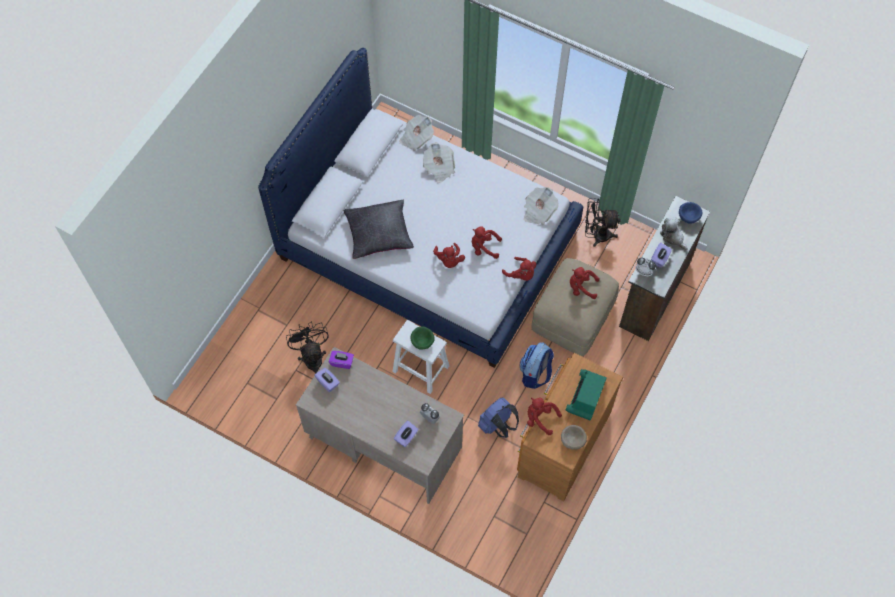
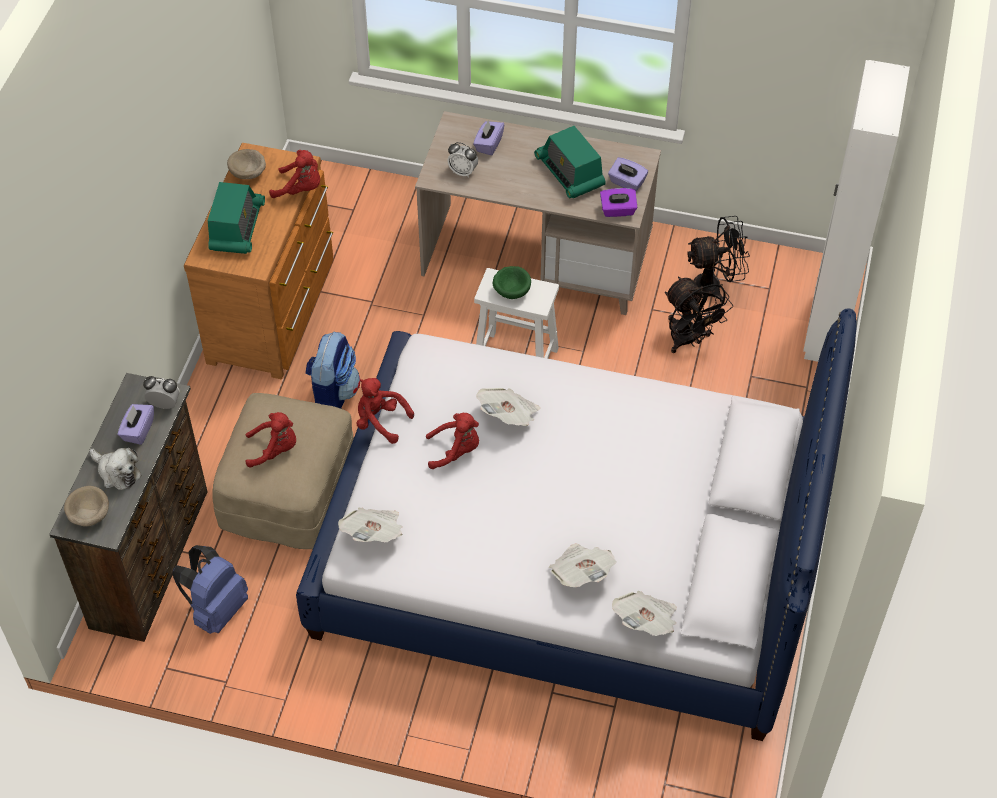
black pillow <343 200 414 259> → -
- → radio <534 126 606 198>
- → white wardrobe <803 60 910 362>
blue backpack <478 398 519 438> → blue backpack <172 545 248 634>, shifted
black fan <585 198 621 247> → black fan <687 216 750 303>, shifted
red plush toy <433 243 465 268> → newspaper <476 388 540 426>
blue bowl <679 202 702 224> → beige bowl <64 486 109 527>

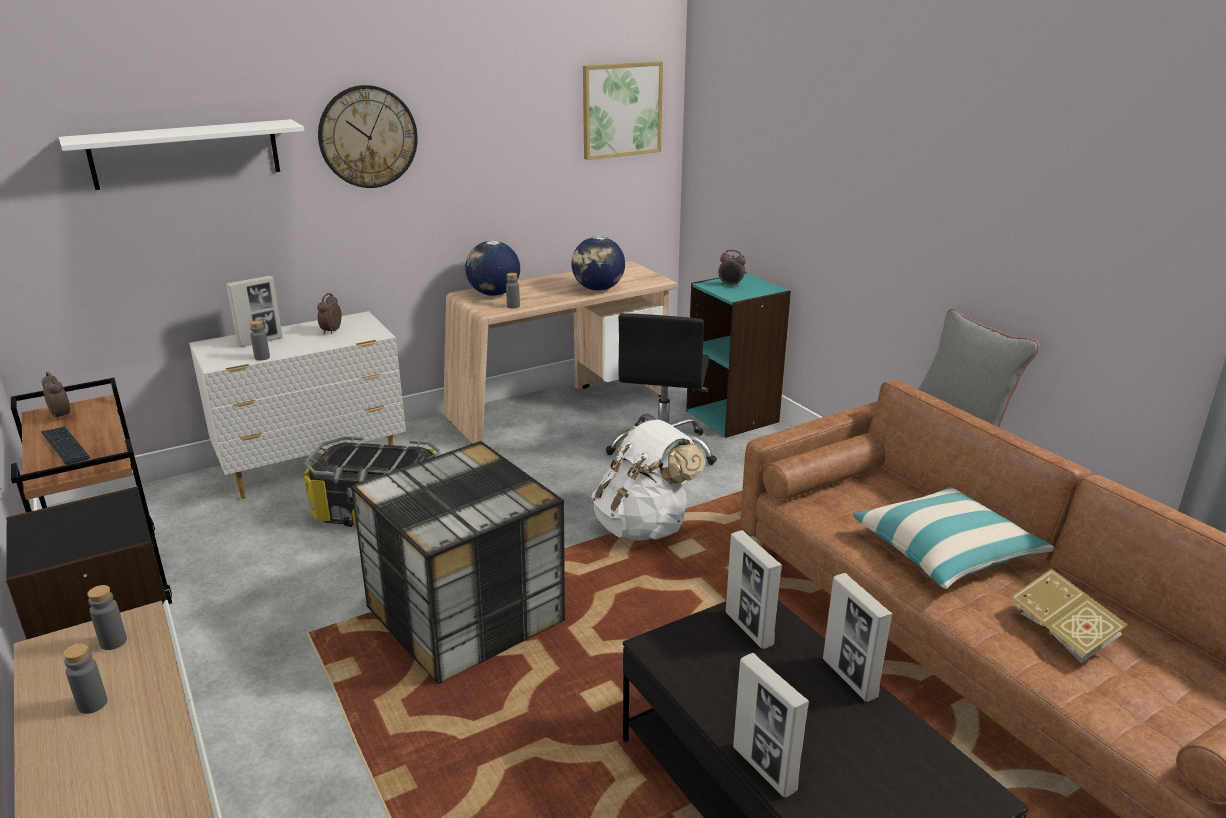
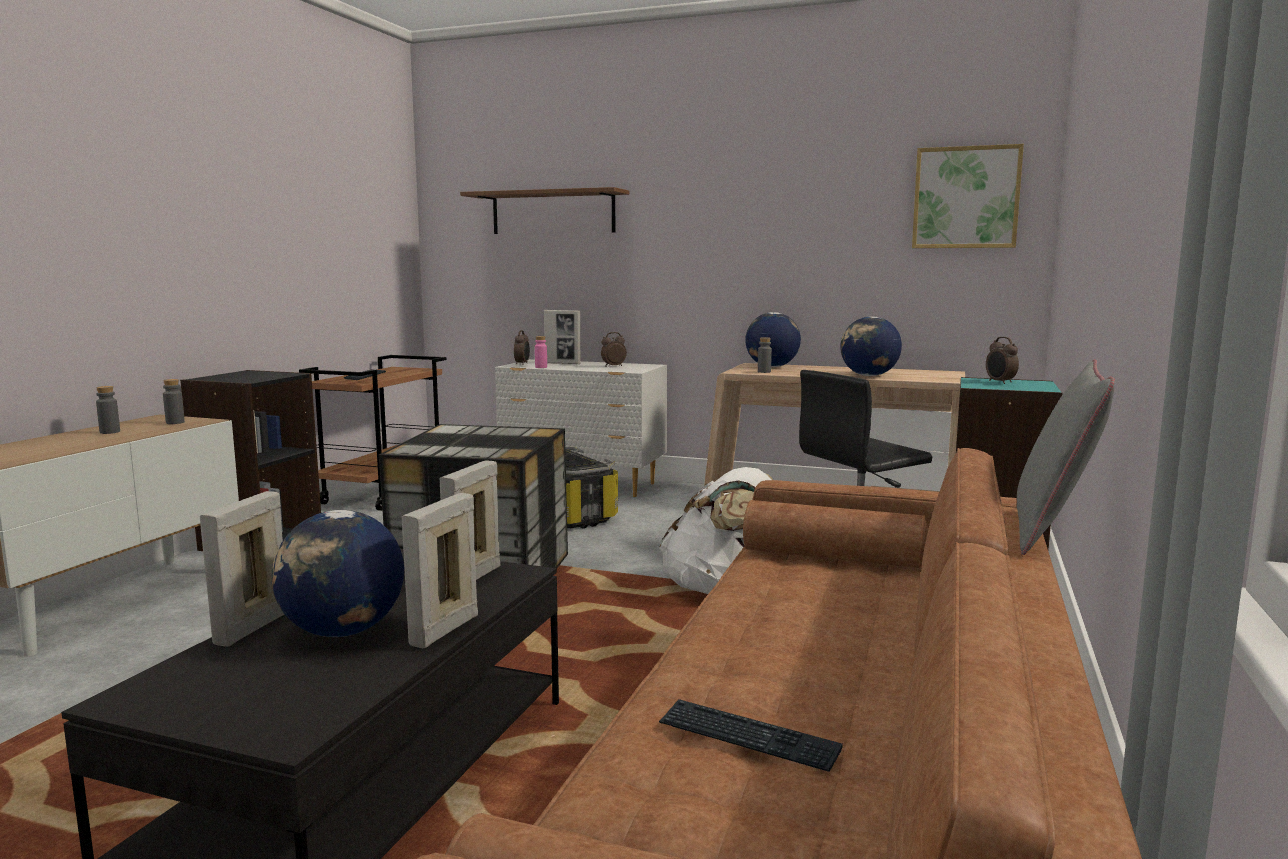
wall clock <318 85 418 188> → -
pillow <853 487 1054 589> → -
- → globe <271 510 404 637>
alarm clock <42 372 70 420> → alarm clock <514 330 530 365>, shifted
book <1010 569 1128 663> → keyboard <659 699 843 772>
white shelf <59 119 304 190> → brown shelf <460 187 629 234>
grey bottle <250 320 270 361> → pink bottle <535 336 547 368>

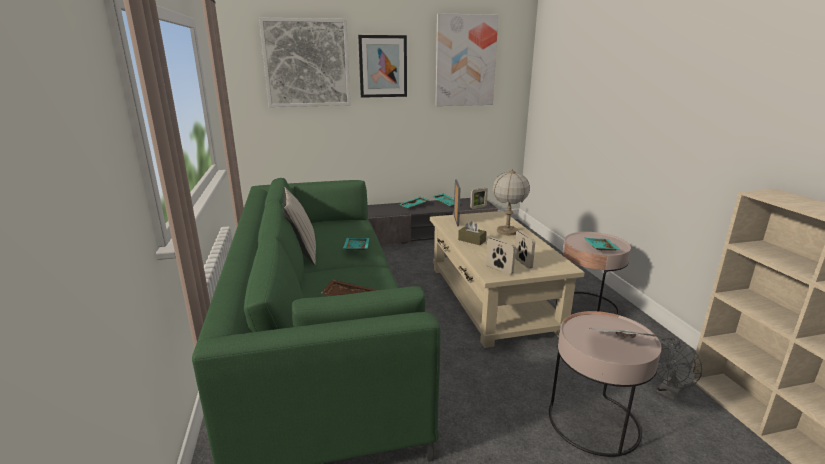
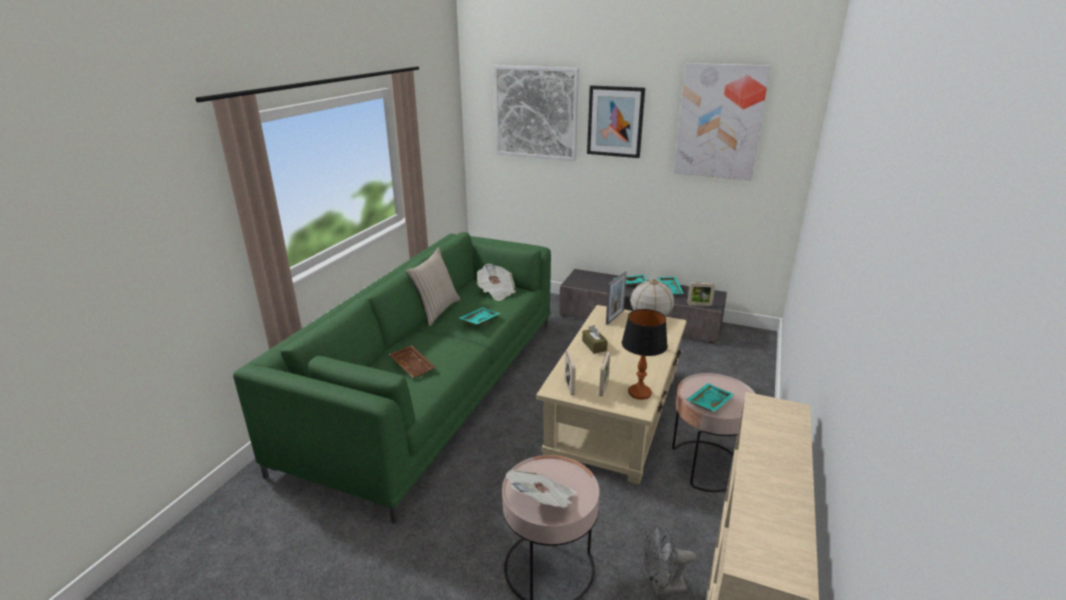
- → newspaper <477 264 516 301>
- → table lamp <622 309 668 400>

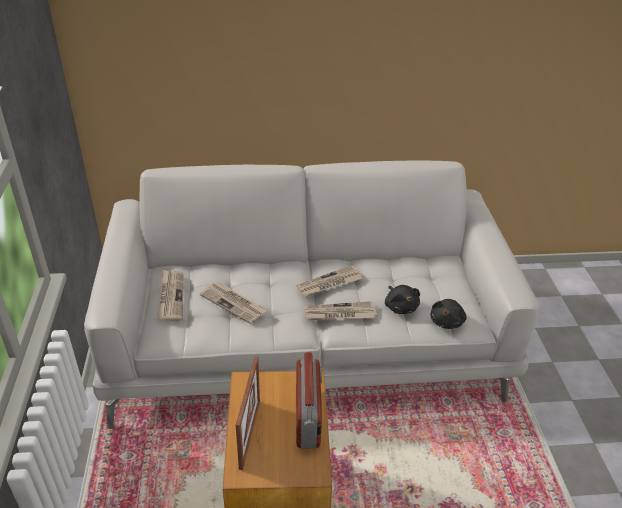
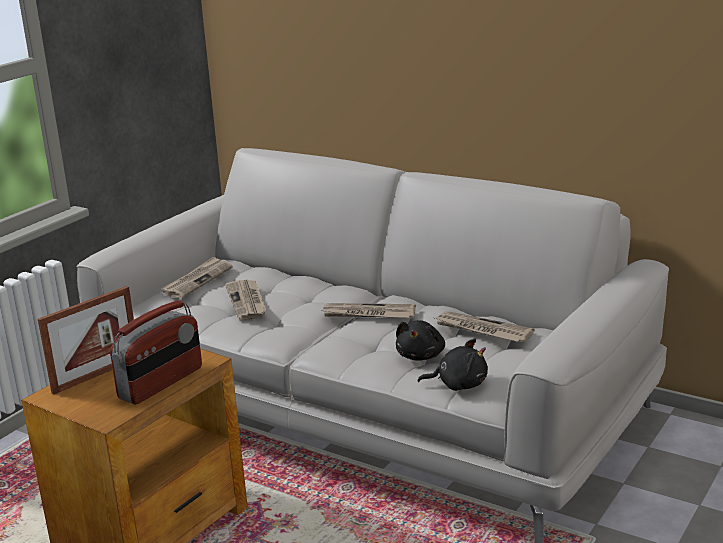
newspaper <305 301 377 320> → newspaper <435 311 535 342>, shifted
black plush toy <431 299 467 329> → black plush toy <418 339 488 391>, 150 degrees counterclockwise

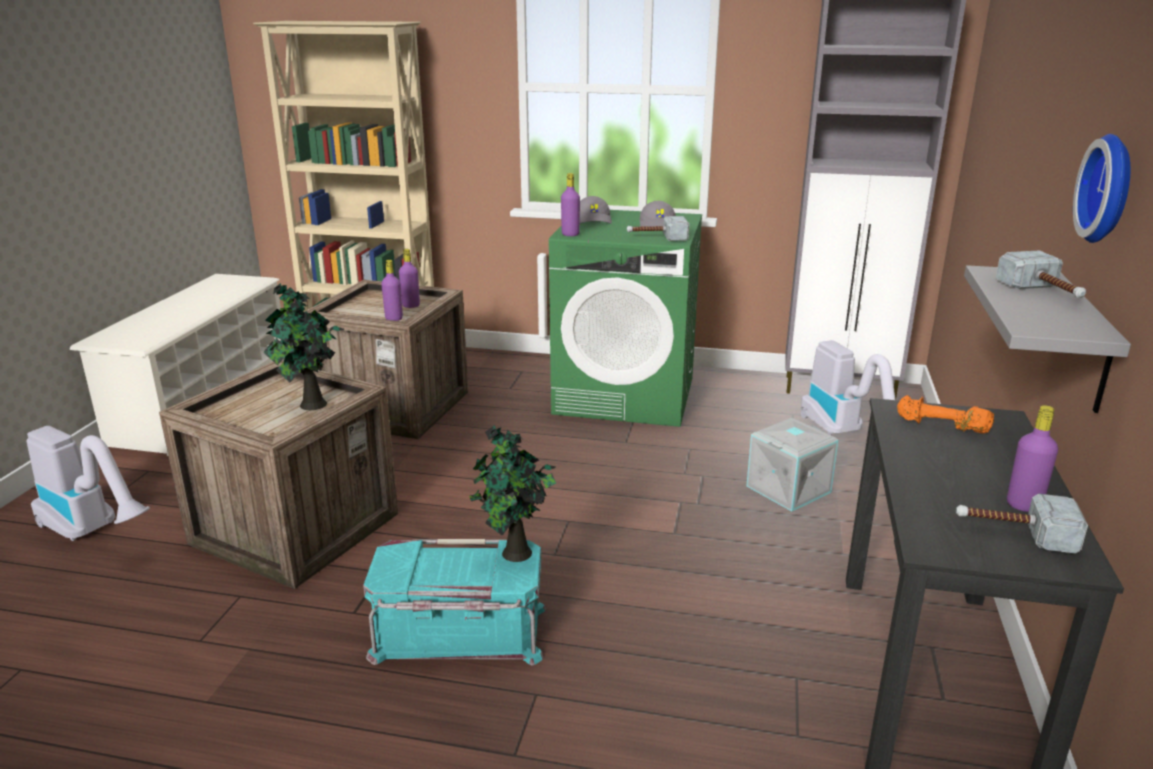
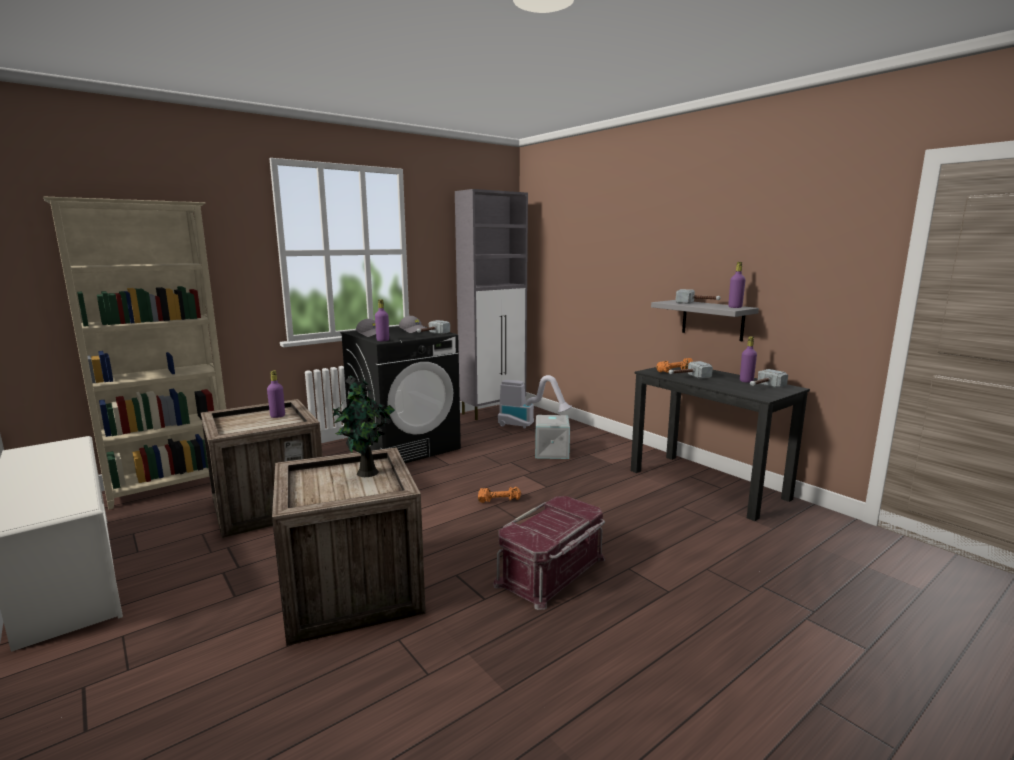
vacuum cleaner <26 426 150 541> → -
potted plant <469 425 556 562> → -
wall clock <1073 134 1130 243> → -
- → orange dumbbell <478 487 521 503>
- → hammer <669 361 713 379>
purple bottle <381 260 403 321> → purple bottle <728 262 746 308>, shifted
turquoise storage box <363 539 546 665> → red storage box <493 496 605 610>
green washing machine <549 210 702 427> → black washing machine <340 326 461 463>

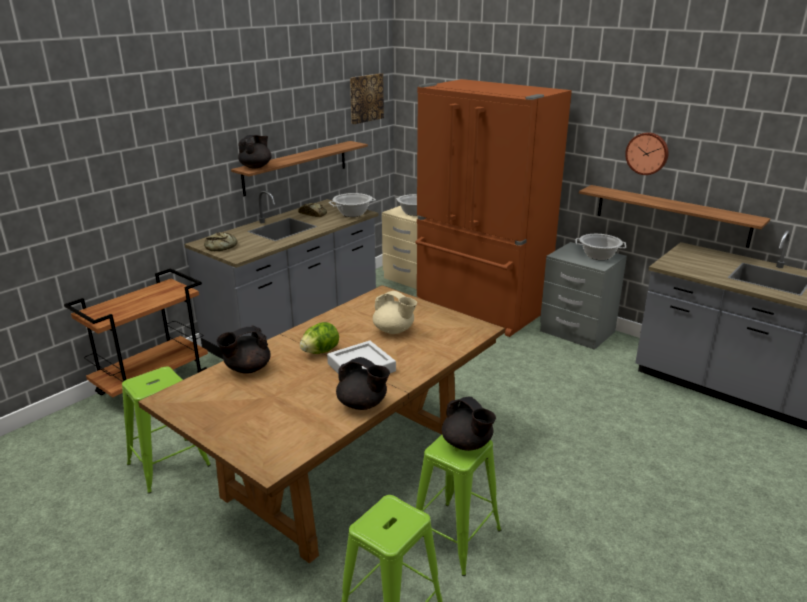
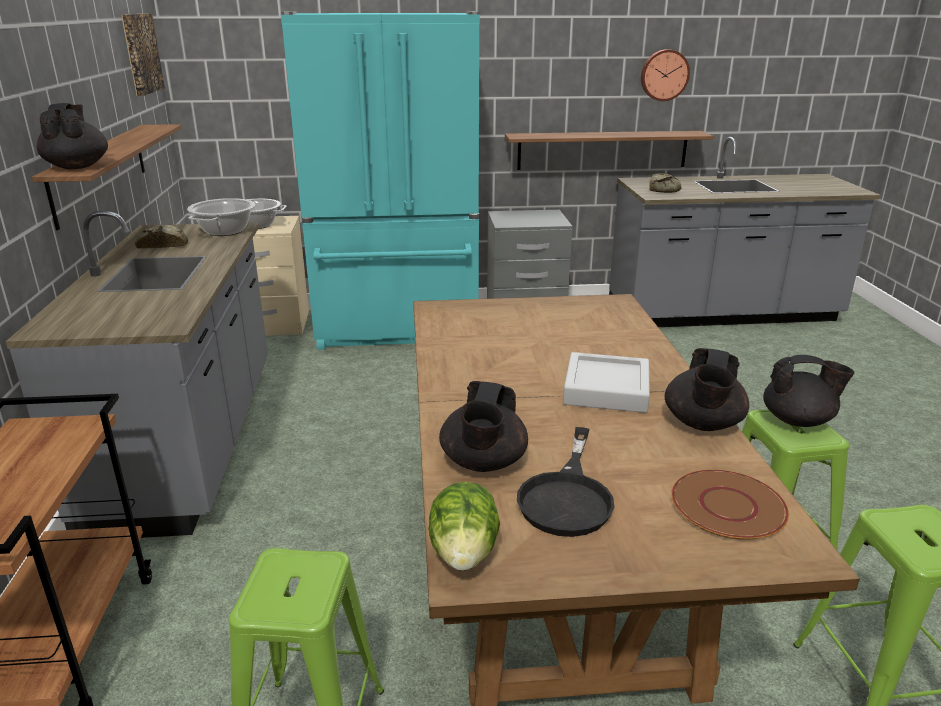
beige teapot <373 291 417 334> → -
cooking pot <575 234 626 260> → -
- → black frying pan <517 427 614 537>
- → brown plate <671 469 789 540>
bread <204 232 237 251> → bread <650 173 681 193>, shifted
lettuce <300 322 339 354> → lettuce <429 482 500 571>, shifted
wall clock <625 132 668 175> → wall clock <641 49 690 101>, shifted
brown fridge <415 79 572 337> → turquoise fridge <281 11 480 350>
black teapot <336 357 390 410> → black teapot <665 348 749 431>, 120 degrees clockwise

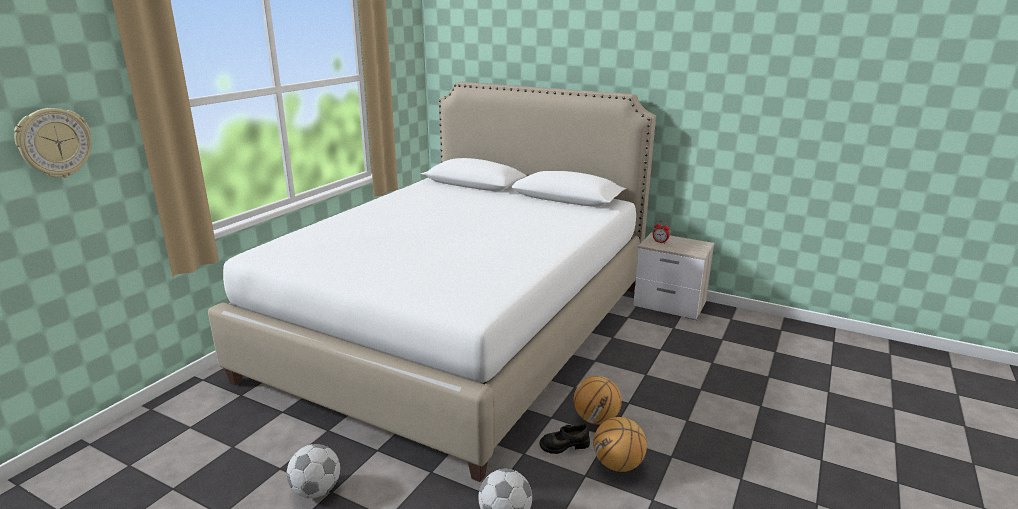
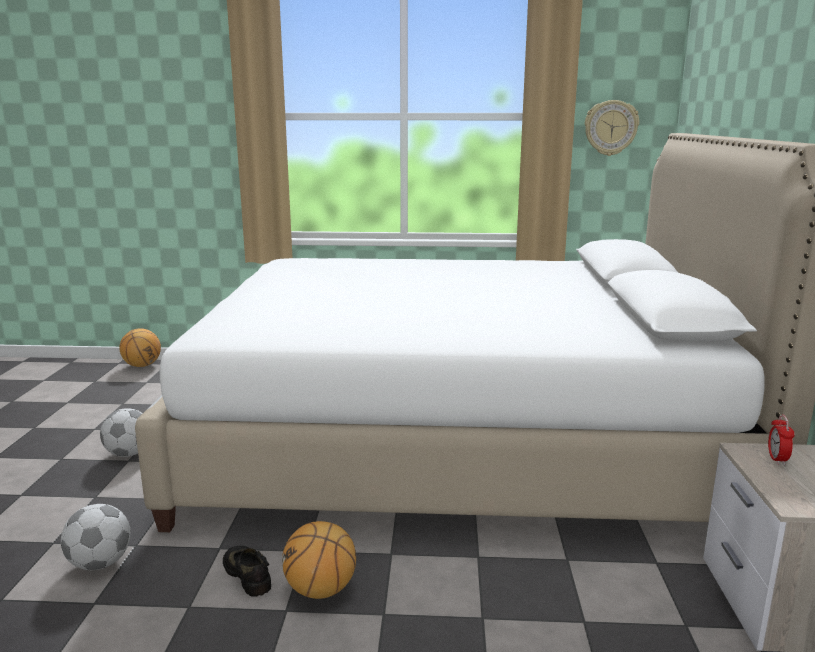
wall clock <14 108 92 178> → wall clock <585 100 639 156>, shifted
basketball <593 417 647 472> → basketball <119 328 161 367>, shifted

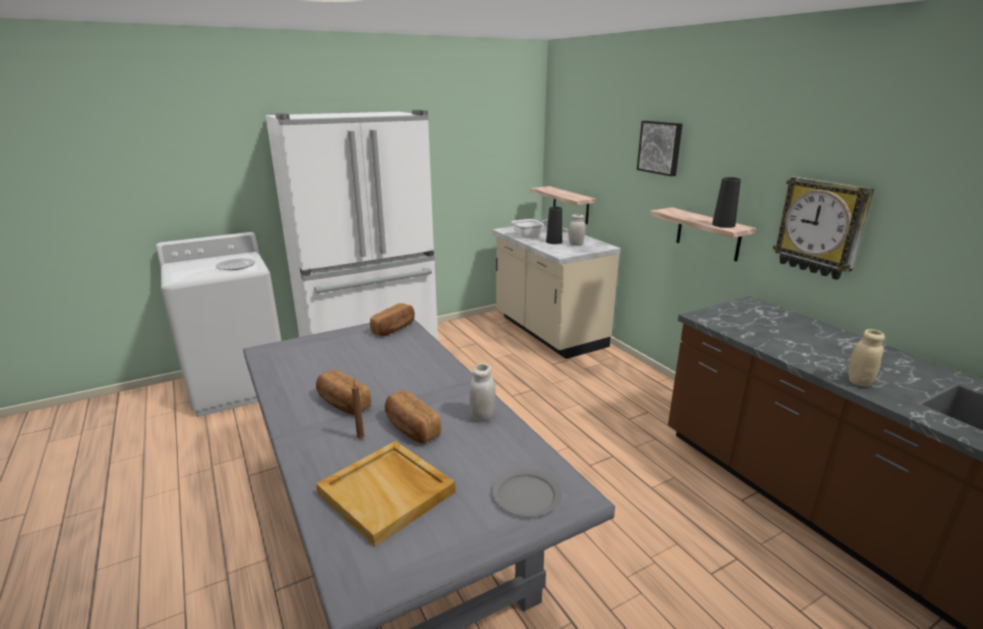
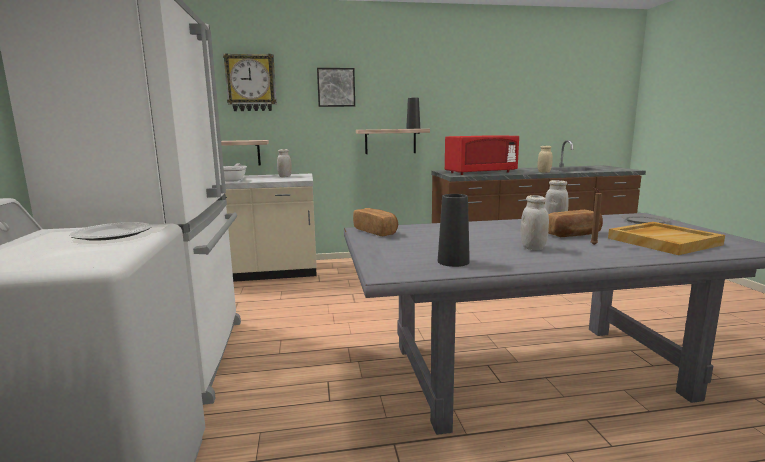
- → red microwave <445 135 519 175>
black vase <546 206 562 244> → black vase <438 194 470 267>, shifted
wall clock <773 176 874 280> → wall clock <223 53 277 111>, shifted
bread <316 369 371 415> → white jar <521 195 549 250>

